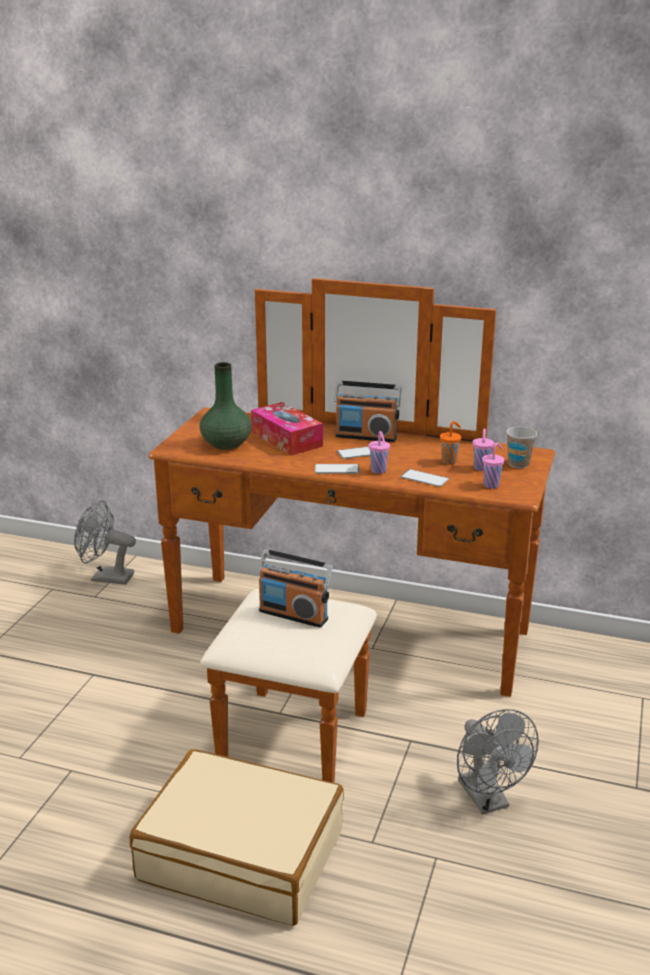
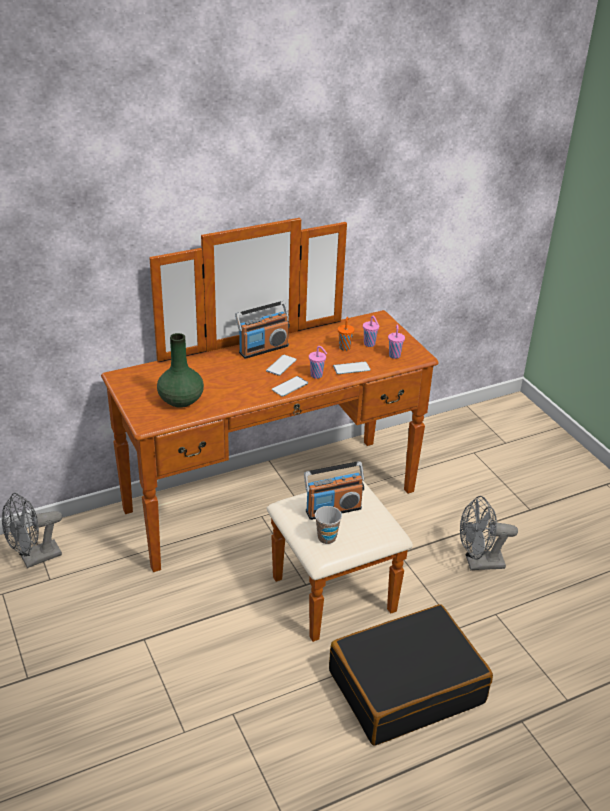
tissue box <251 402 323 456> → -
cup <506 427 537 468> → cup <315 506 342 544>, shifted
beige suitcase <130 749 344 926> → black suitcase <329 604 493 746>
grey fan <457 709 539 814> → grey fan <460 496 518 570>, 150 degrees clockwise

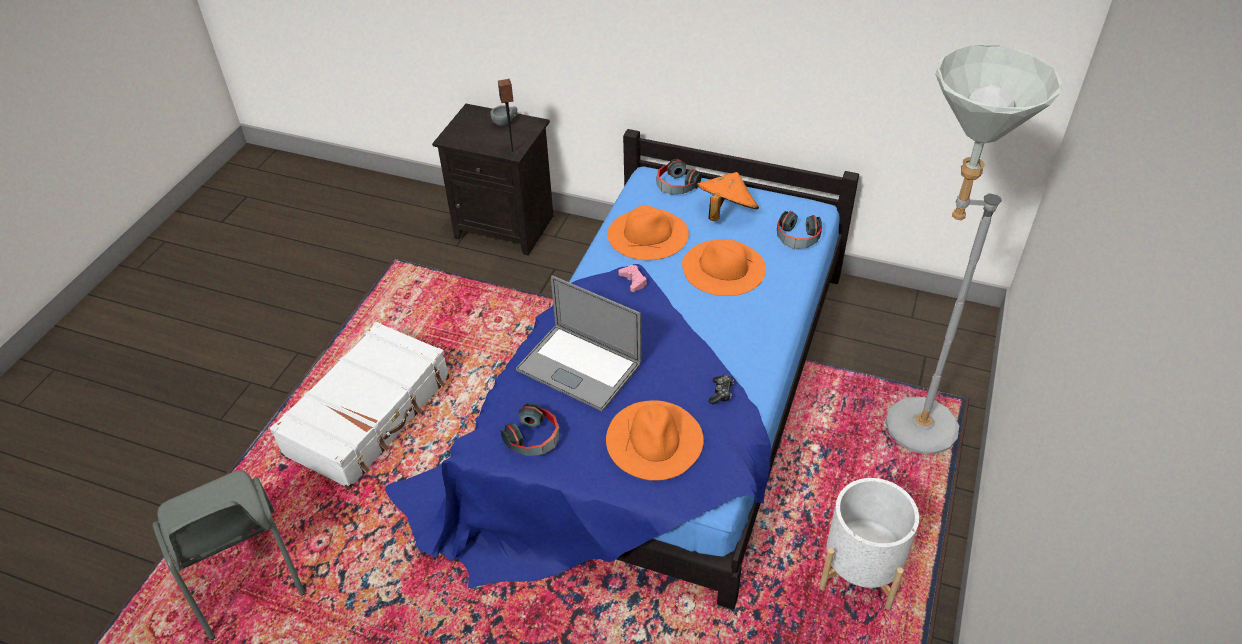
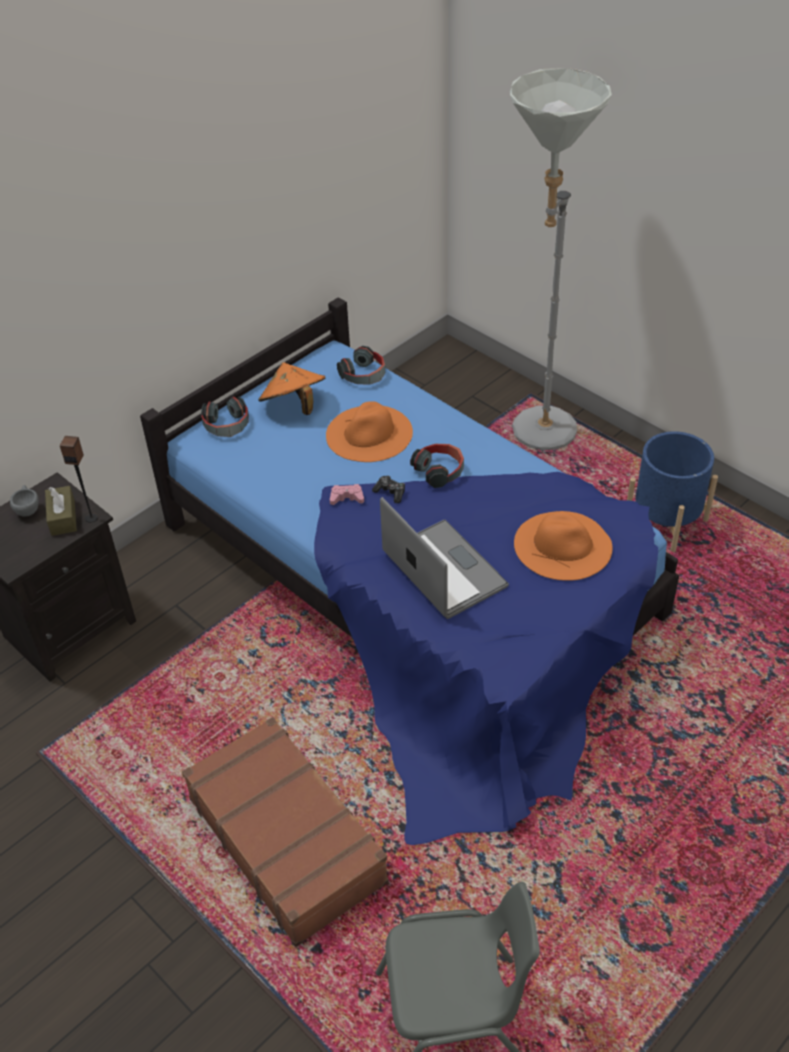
orange hat <608 205 689 260> → -
- → brown tissue box <45 486 77 536>
headphones <500 403 560 456> → headphones <410 444 464 488>, shifted
game controller <709 375 734 404> → game controller <372 476 405 503>, shifted
white suitcase <270 322 449 489> → brown suitcase <182 717 388 947>
white planter <819 478 919 610> → blue planter <627 431 718 552>
laptop <516 275 641 411> → laptop <380 497 509 619>, 90 degrees counterclockwise

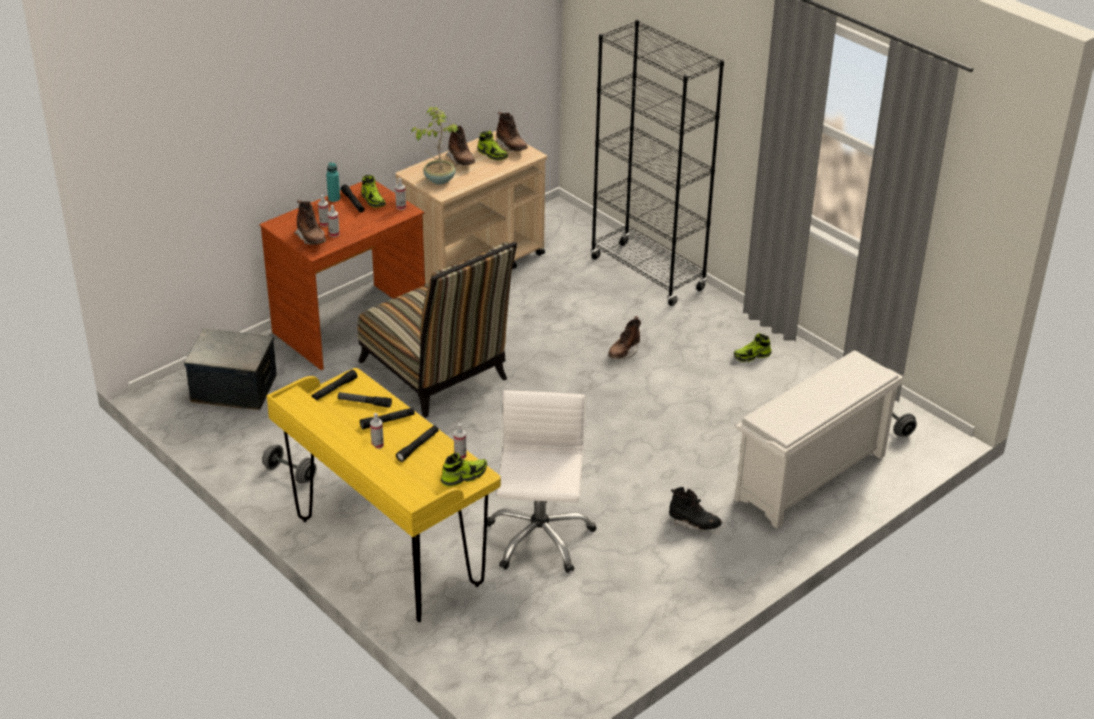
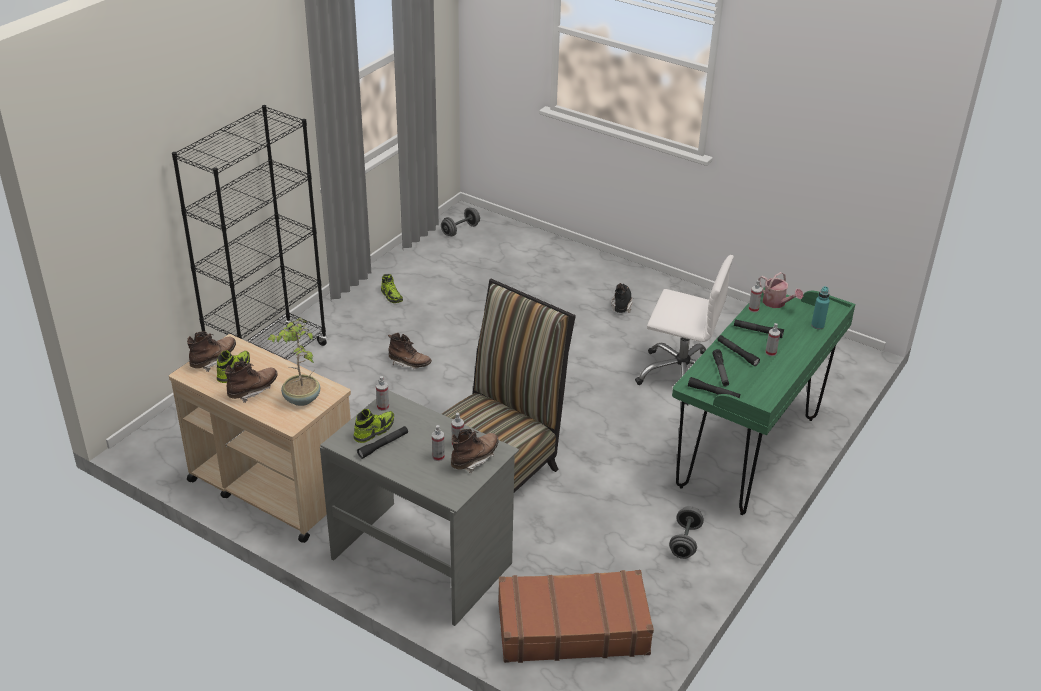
white shoe rack <734 350 903 529> → -
turquoise bottle <326 162 340 202> → turquoise bottle <811 286 830 329>, shifted
storage box <184 329 277 410> → brown suitcase <498 570 654 663>
shoe <441 453 487 487> → watering can <758 272 803 308>
brown desk <259 181 425 370> → grey desk <320 390 519 626>
yellow desk <267 368 501 622> → green desk <672 287 855 515>
white office chair <487 390 596 573> → white office chair <635 255 734 405>, 150 degrees counterclockwise

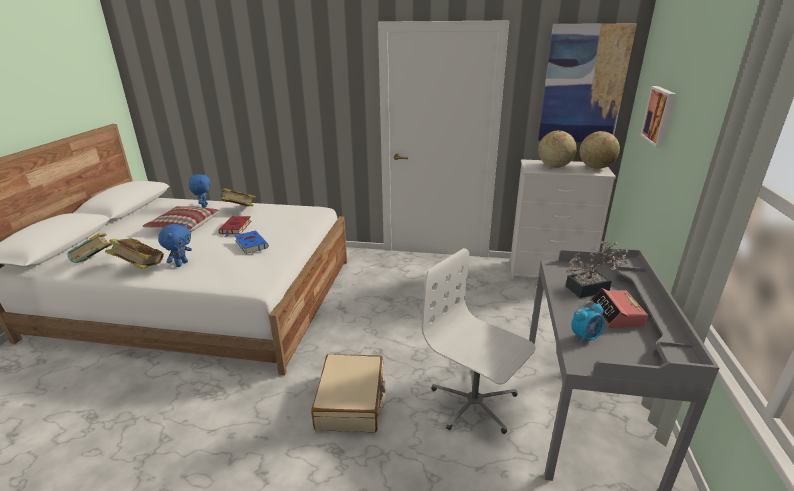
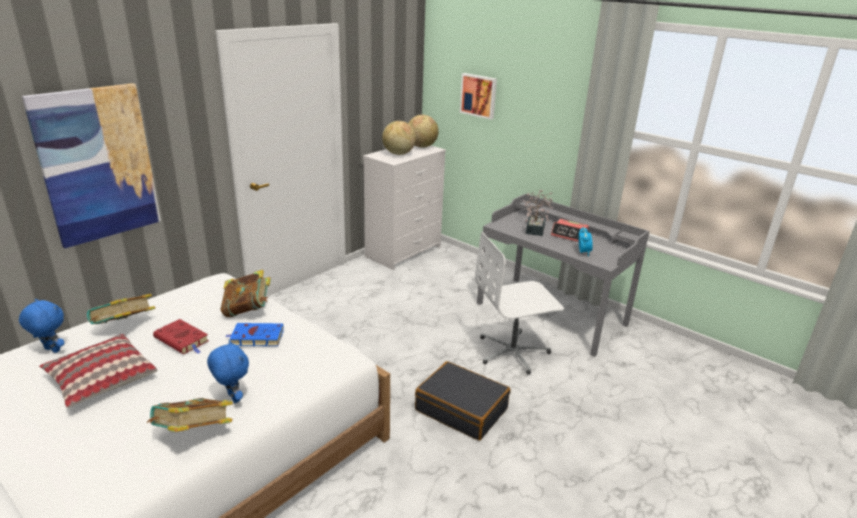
book <67 233 113 263> → book <220 270 271 317>, shifted
picture <538 23 637 142> → picture <22 83 161 248>, shifted
beige suitcase <311 354 385 433> → black suitcase <415 361 510 441>

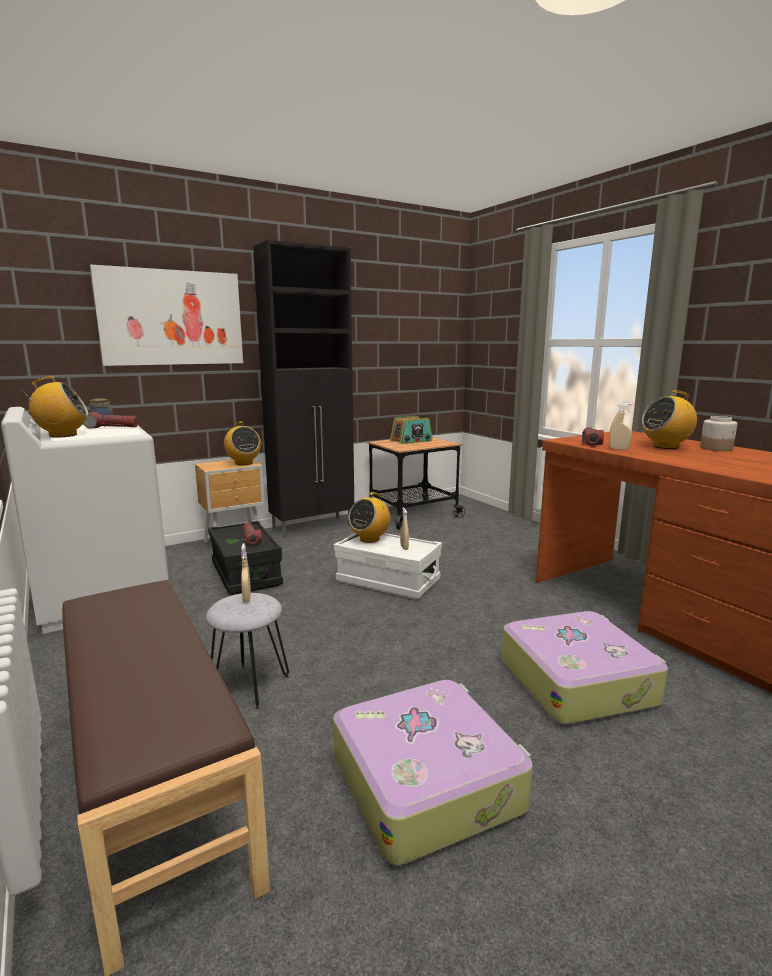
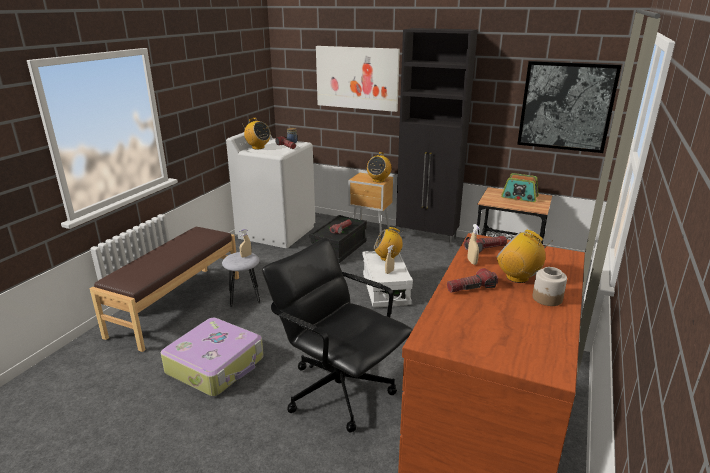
- → flashlight <447 268 498 293>
- → picture <517 61 622 153>
suitcase <502 611 668 724> → black office chair <262 238 413 432>

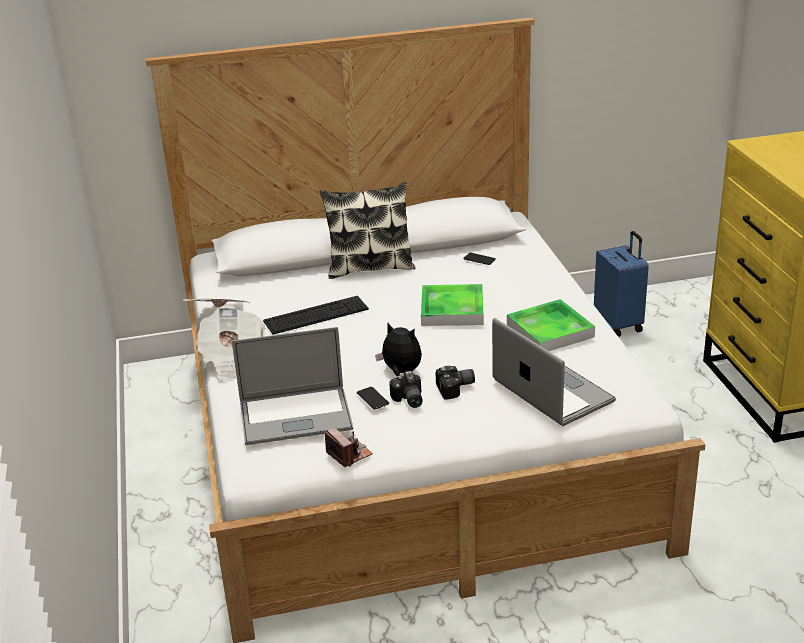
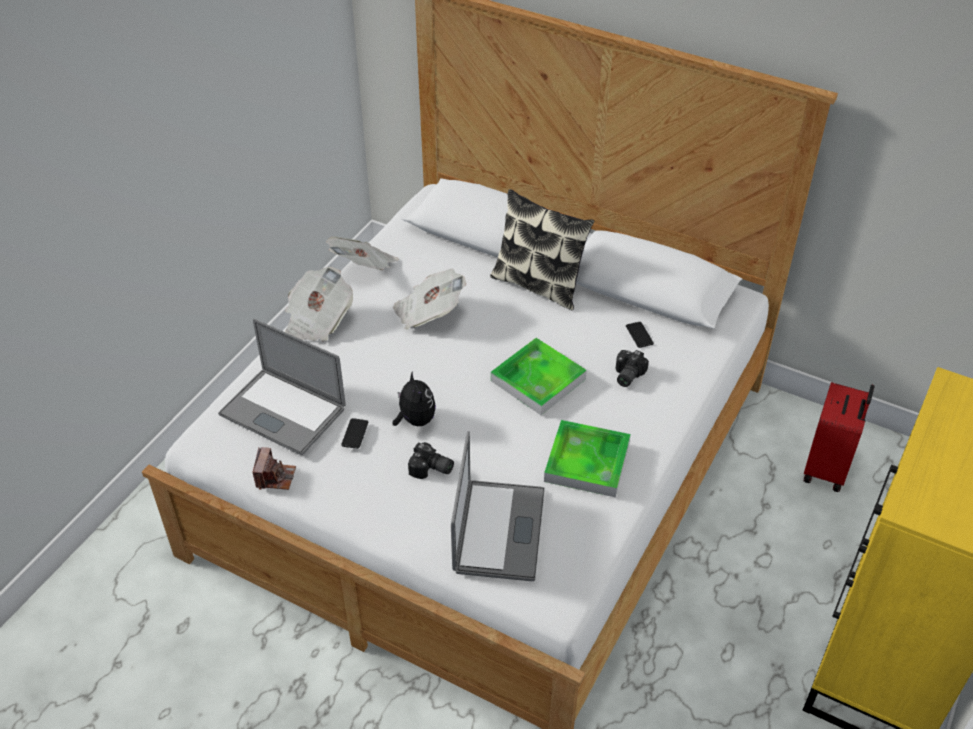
photo camera <389 371 423 408> → photo camera <616 350 649 387>, shifted
keyboard <263 296 369 335> → newspaper <393 268 466 330>
blue suitcase <594 231 649 337> → red suitcase <804 382 875 492>

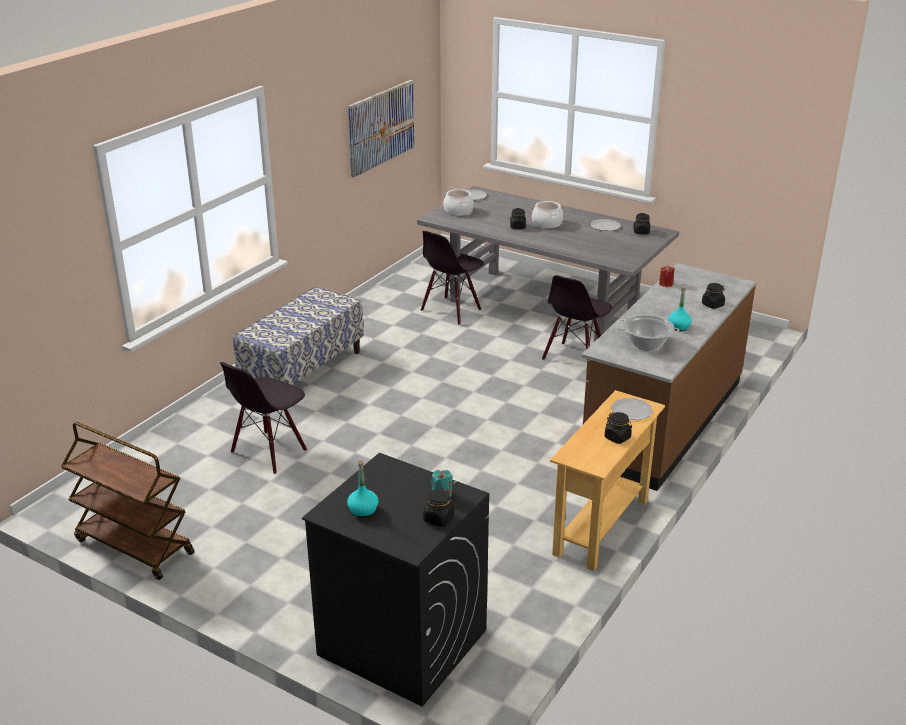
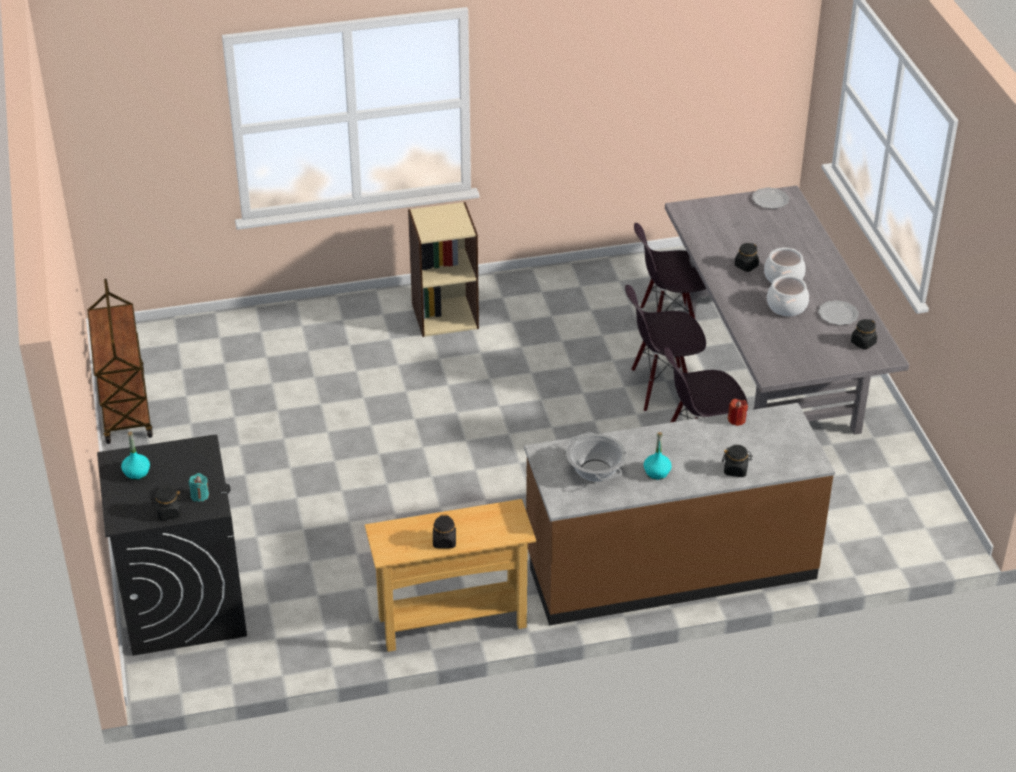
picture <348 80 414 177> → -
plate <611 398 653 420> → -
black chair <220 362 307 474> → black chair <625 285 706 412>, shifted
cooking pot <443 189 474 216> → cooking pot <767 275 809 316>, shifted
bench <233 287 364 385> → beige bookcase <408 202 479 337>

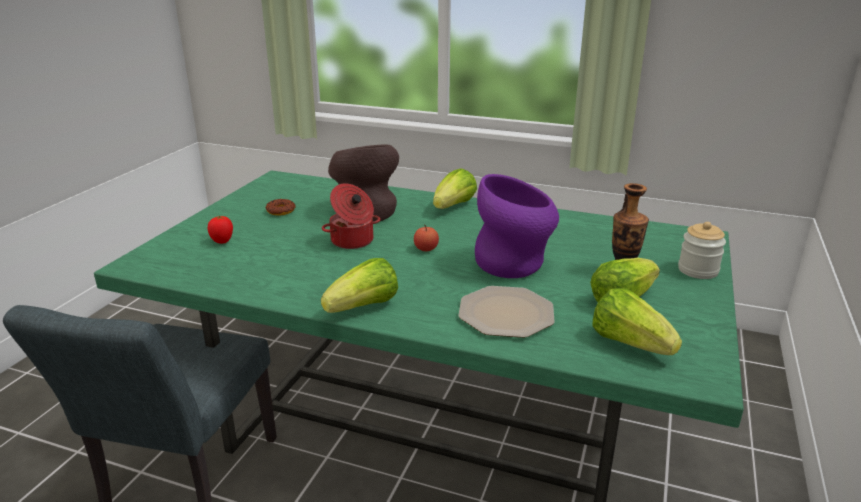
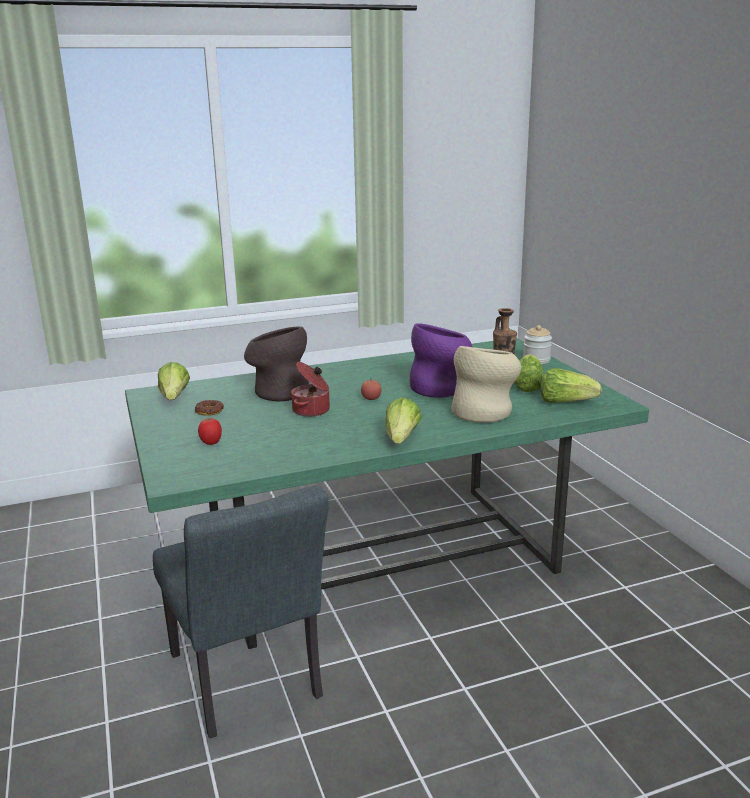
lettuce <433 168 477 209> → lettuce <158 362 190 400>, shifted
plate <458 286 555 338> → beige vase <451 346 521 423>

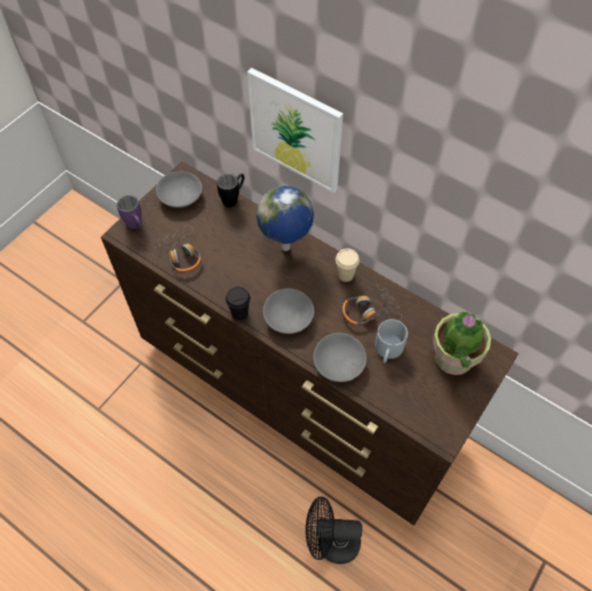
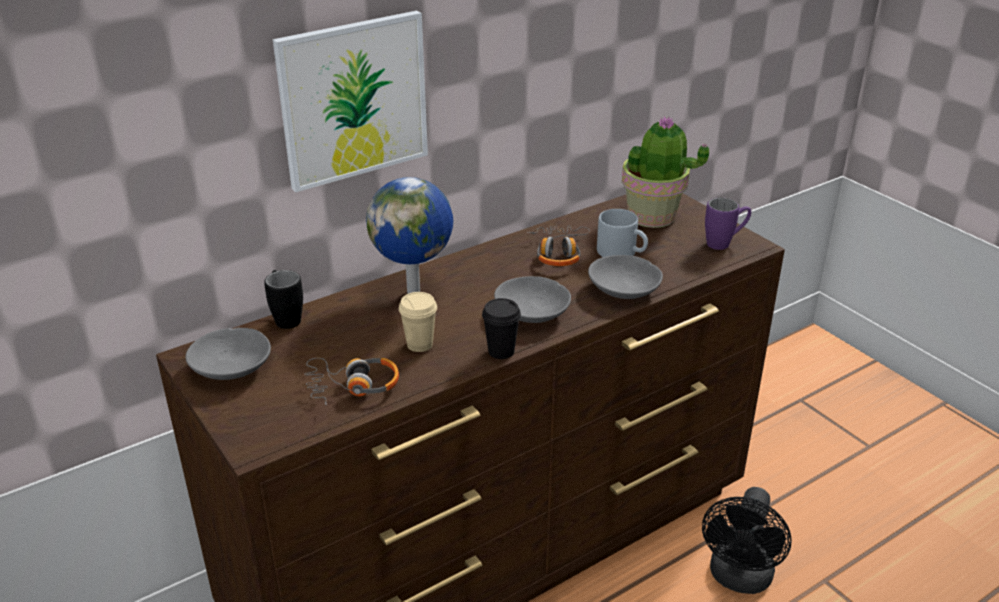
purple mug <117 195 142 229> → purple mug <705 198 751 250>, shifted
beige cup <335 248 359 282> → beige cup <399 292 437 352>, shifted

